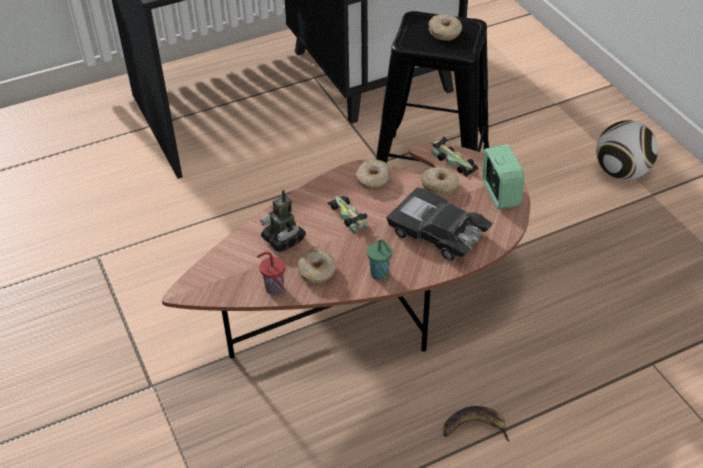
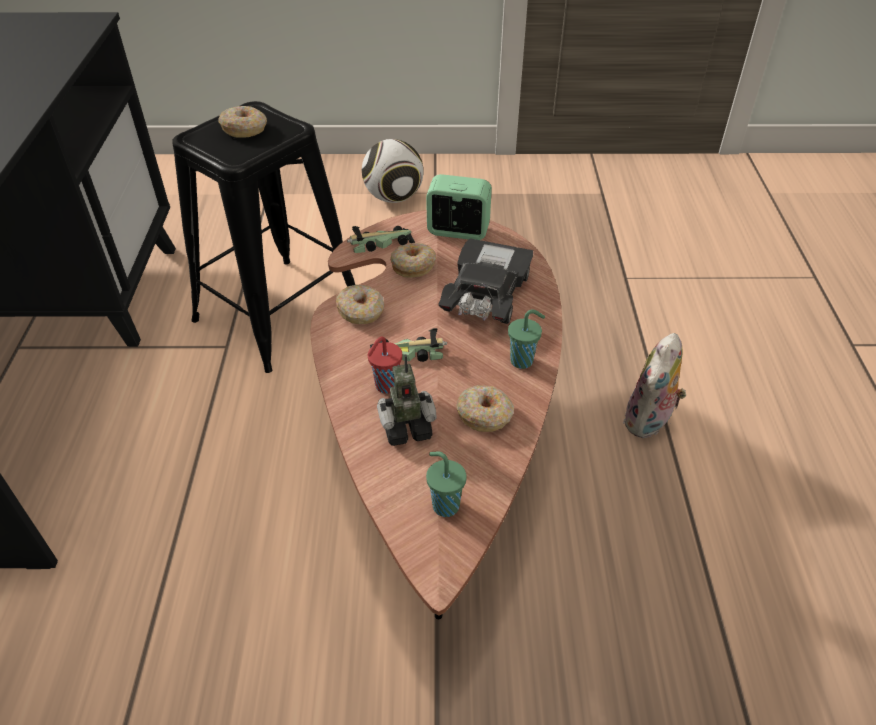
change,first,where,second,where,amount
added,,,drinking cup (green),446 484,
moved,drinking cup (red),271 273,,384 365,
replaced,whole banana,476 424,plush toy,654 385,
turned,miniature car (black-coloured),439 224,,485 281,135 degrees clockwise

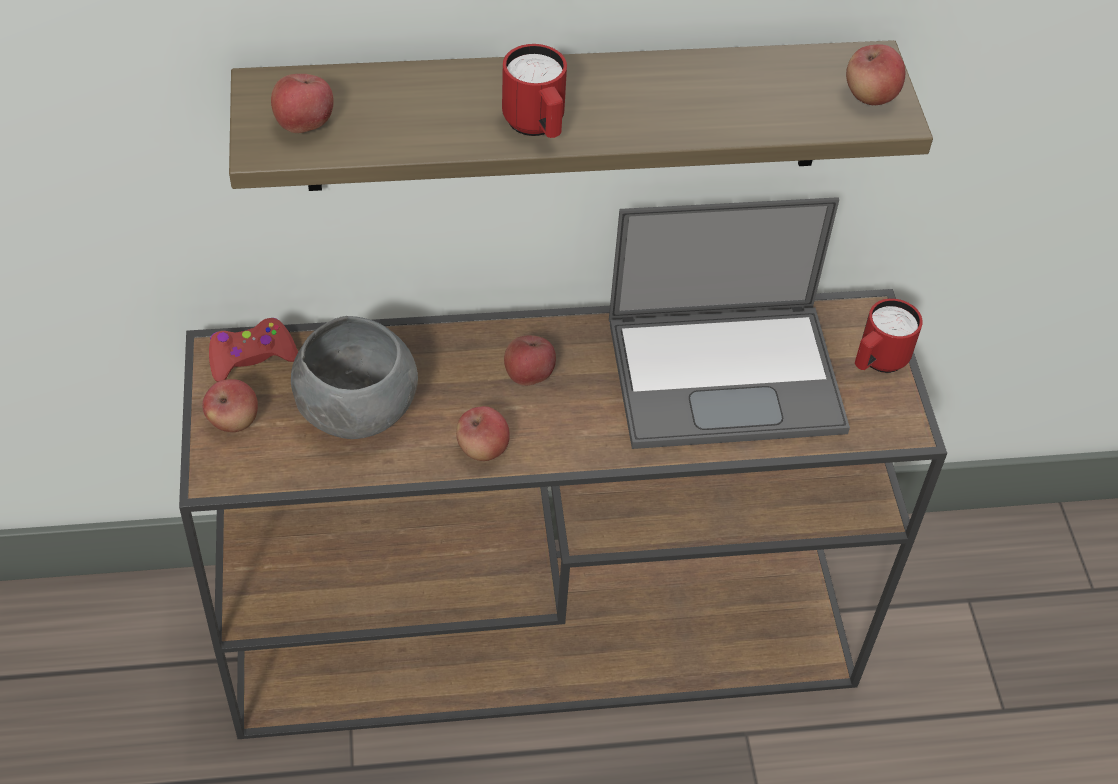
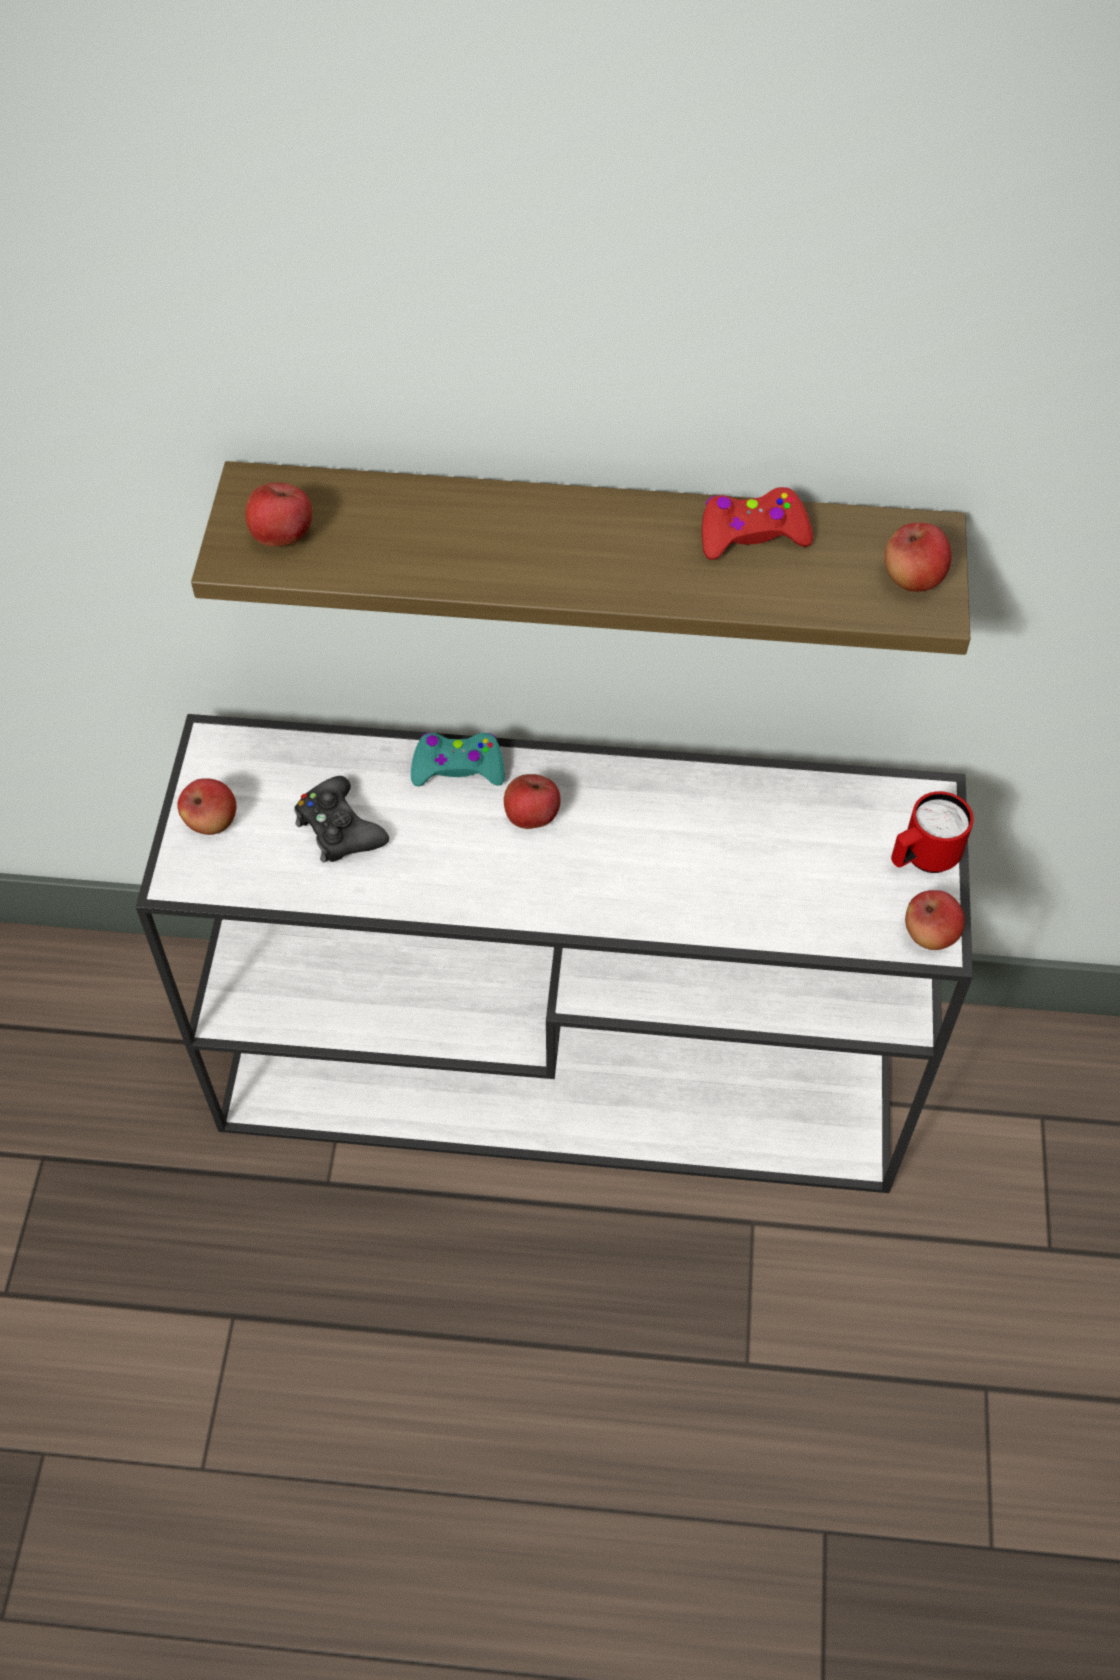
change,first,where,second,where,amount
removed,mug (red),534 91,,,
removed,laptop,729 323,,,
added,,,joypad (turquoise),458 759,
moved,joypad (red),253 350,,757 523,
moved,apple,483 433,,935 920,
replaced,serving bowl (greyish),354 377,joypad (black-coloured),342 819,
recoloured,console table (brownish),563 514,console table (white-coloured),554 953,

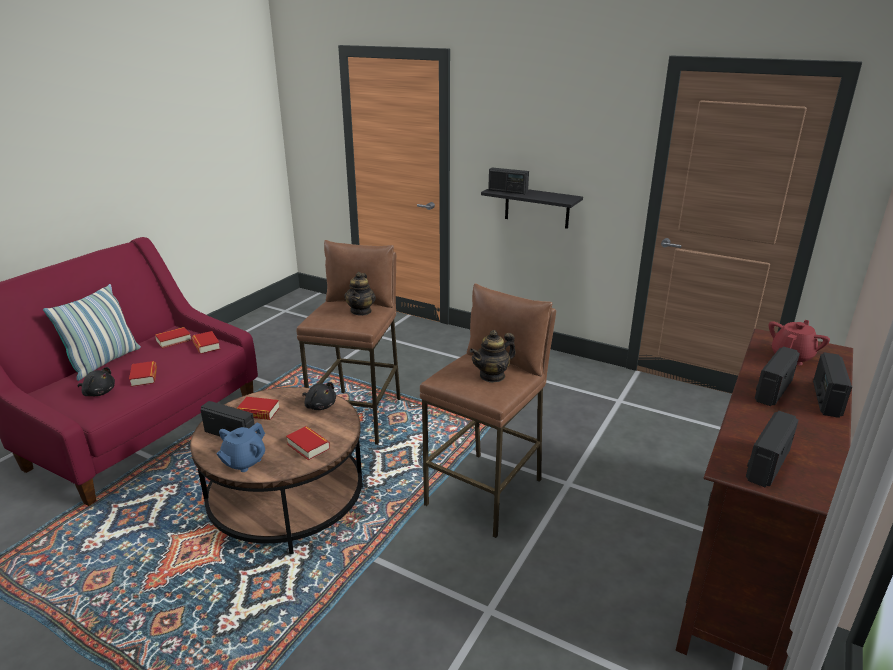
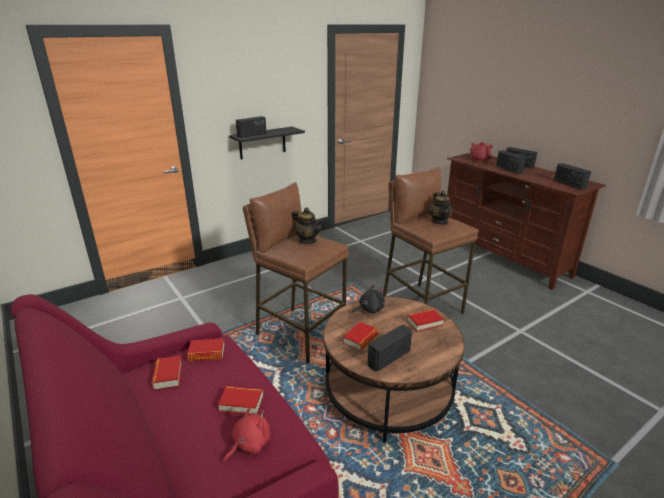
change,first,where,second,where,amount
removed,cushion,92 332,,,
removed,tea pot (blue),240 447,,,
recoloured,plush toy (black-coloured),96 381,plush toy (red),246 434,

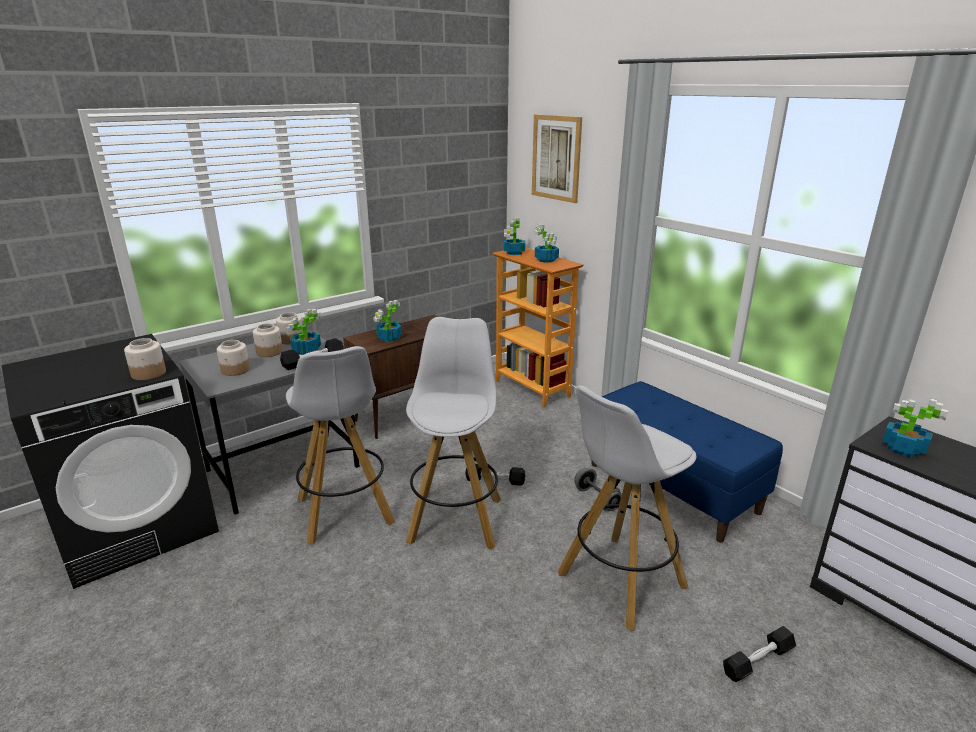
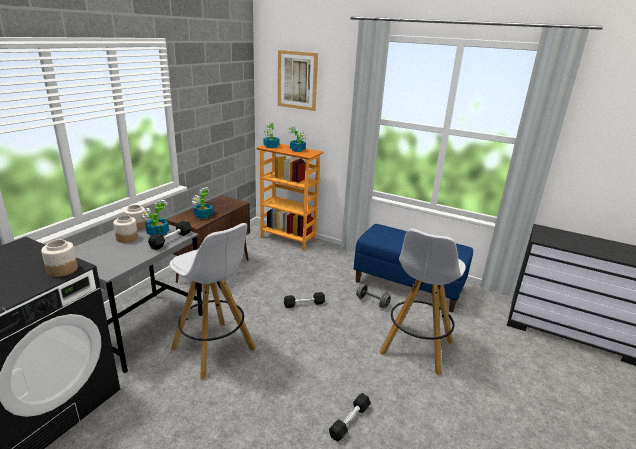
change,first,where,second,where,amount
removed,preserve jar,233 358,,,
removed,sitting stool (white-coloured),453 433,,,
removed,plant in a pot,915 428,,,
moved,hand weight (black-coloured),759 654,,350 417,

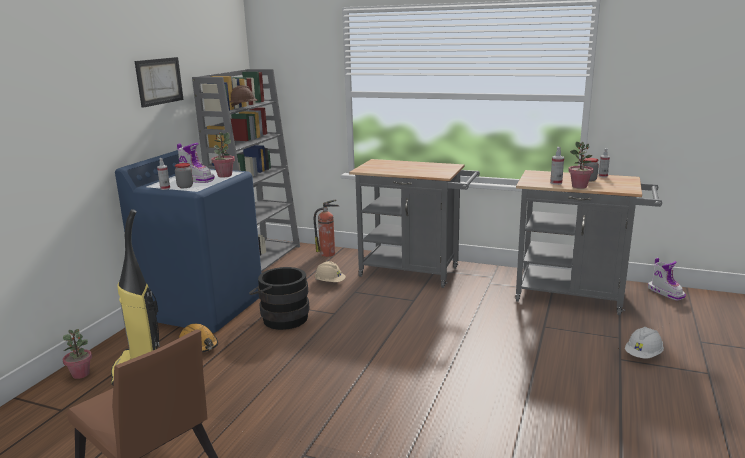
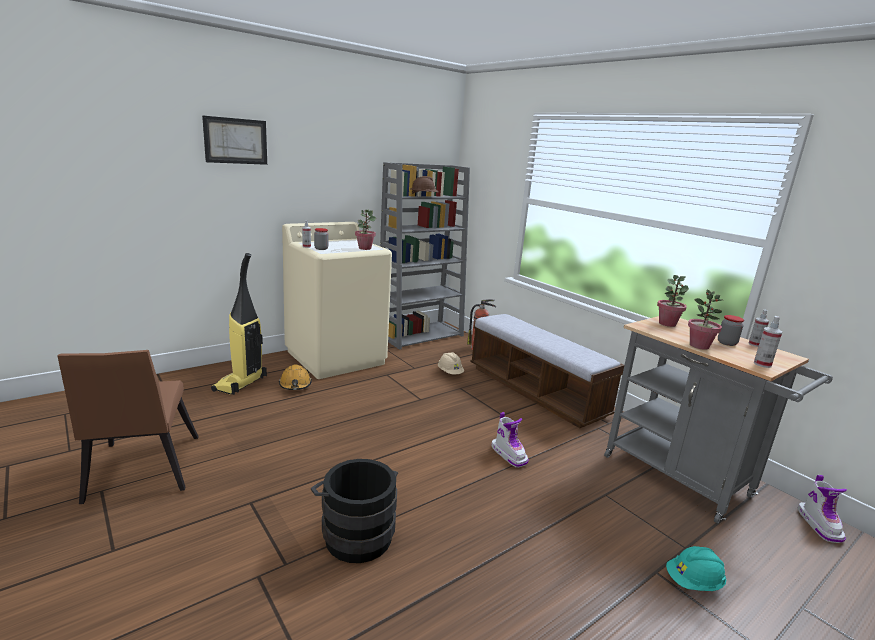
change,first,where,second,where,amount
moved,plant in a pot,77 354,,673 301,
moved,wall picture,159 82,,234 140,
moved,boot,196 163,,510 439,
moved,pail (black-coloured),279 298,,354 511,
moved,hand sprayer,557 166,,768 342,
replaced,cart (greyish),414 223,indoor bench,547 371,
recoloured,laundry machine (blue),188 241,laundry machine (sand-coloured),337 300,
recoloured,hard hat (white-coloured),644 343,hard hat (turquoise),696 568,

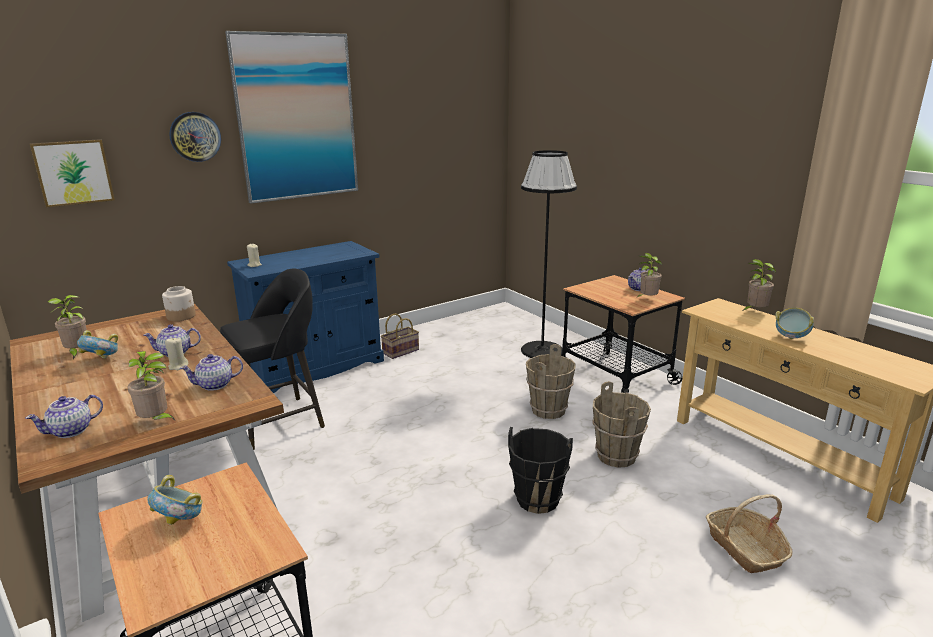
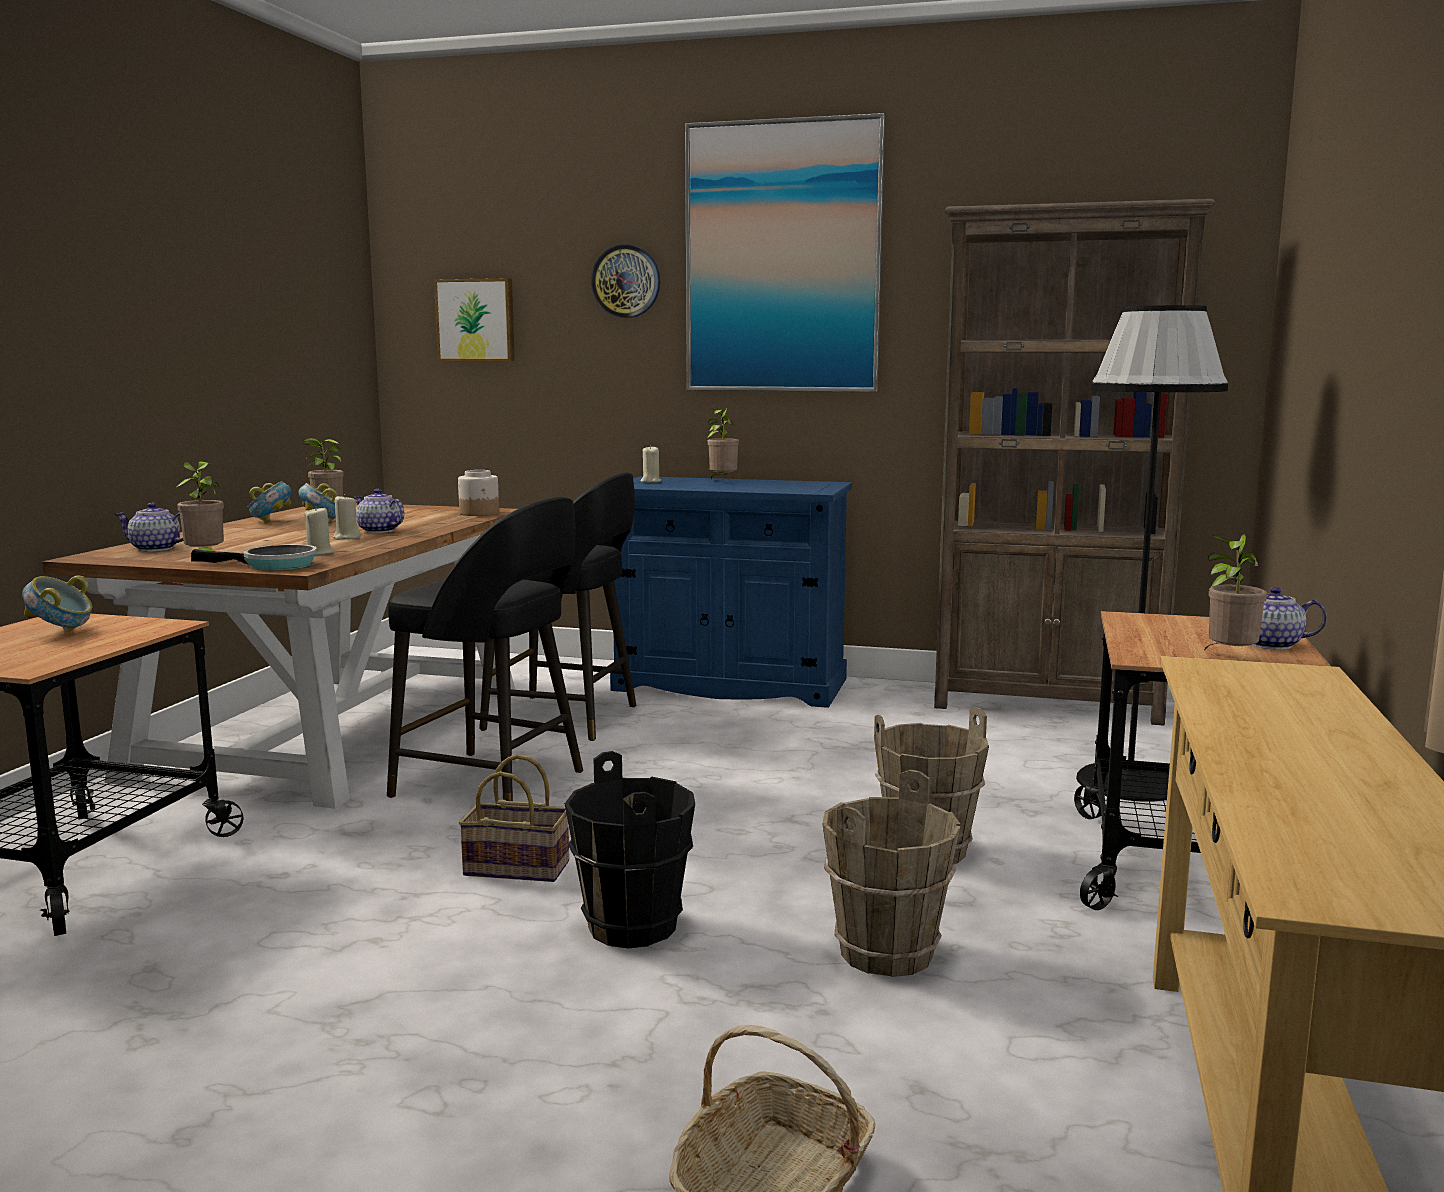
change,first,where,second,where,amount
added,,,frying pan,254 557,
added,,,sitting stool (black-coloured),485 649,
added,,,bookshelf (brownish),1074 462,
moved,basket,400 336,,514 818,
moved,plant in a pot,760 284,,723 444,
moved,serving bowl,794 323,,269 501,
replaced,tea pot,211 372,wax light (sand-coloured),319 530,

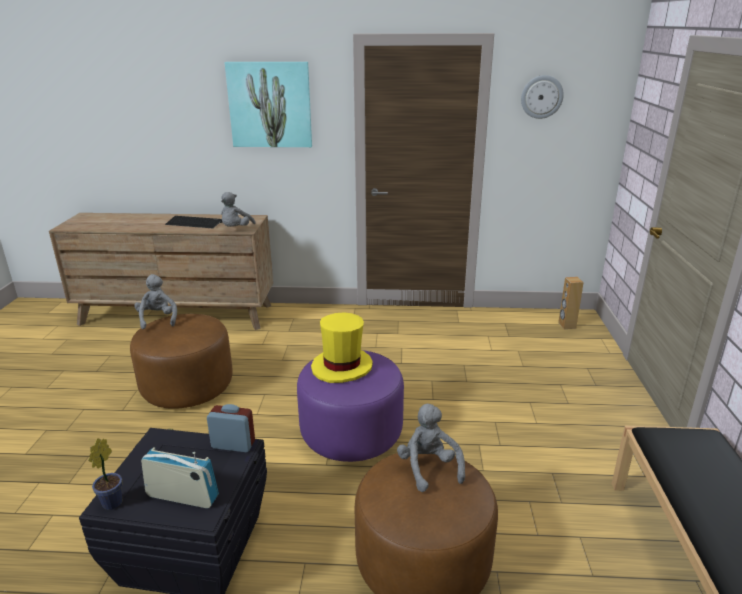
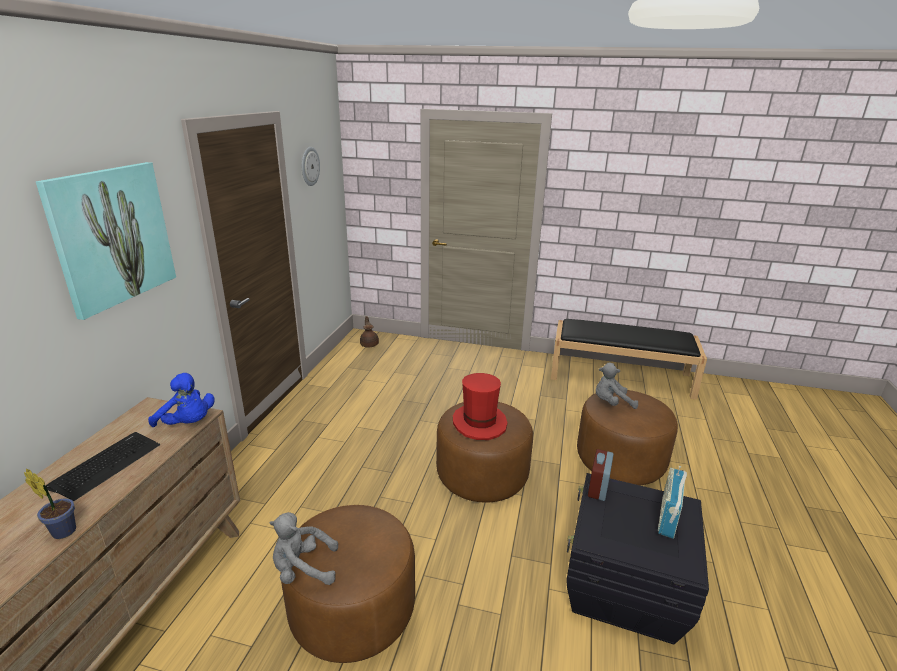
change,first,where,second,where,amount
moved,plant in a pot,105 474,,50 504,
replaced,speaker (brownish),571 303,tea pot (brownish),369 331,
recoloured,plush toy (greyish),238 209,plush toy (blue),181 400,
recoloured,ottoman (purple-coloured),350 406,ottoman (brownish),484 452,
recoloured,clothing hat (yellowish),342 347,clothing hat (red),480 406,

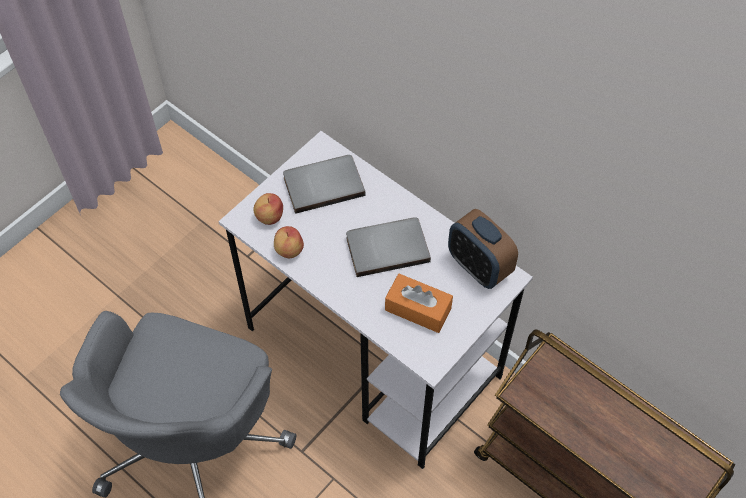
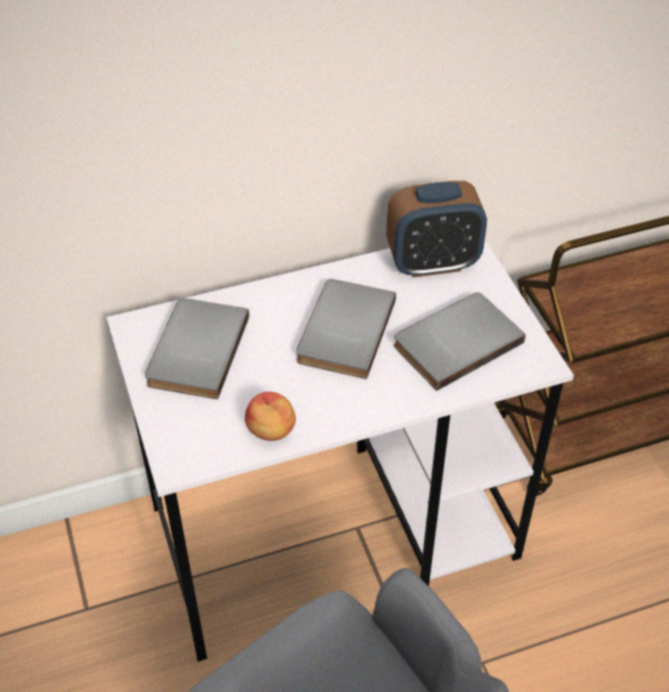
change,first,where,second,where,amount
removed,apple,268 209,,,
replaced,box of tissues (orange),419 303,volume (greyish),460 341,

